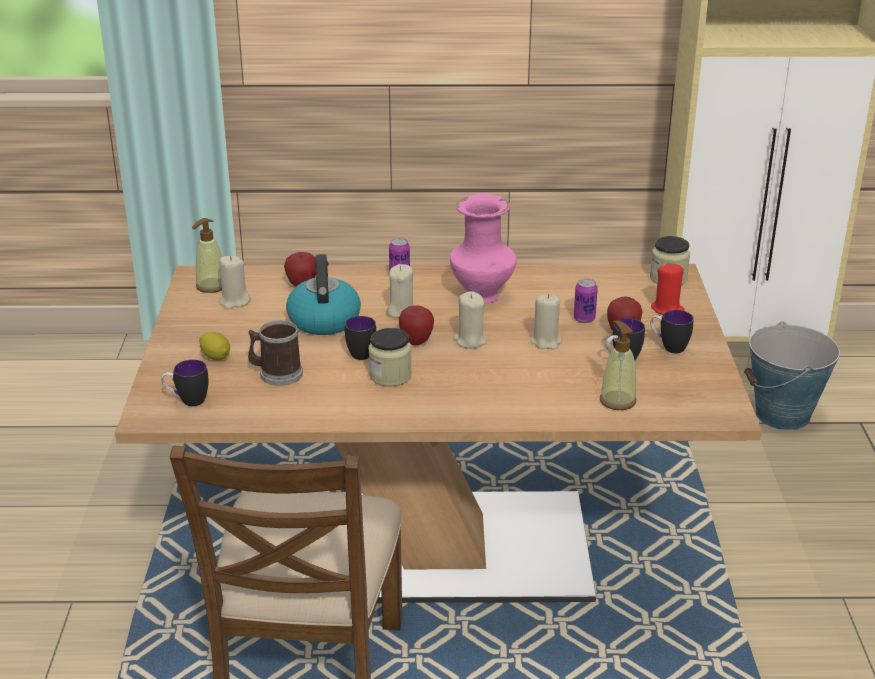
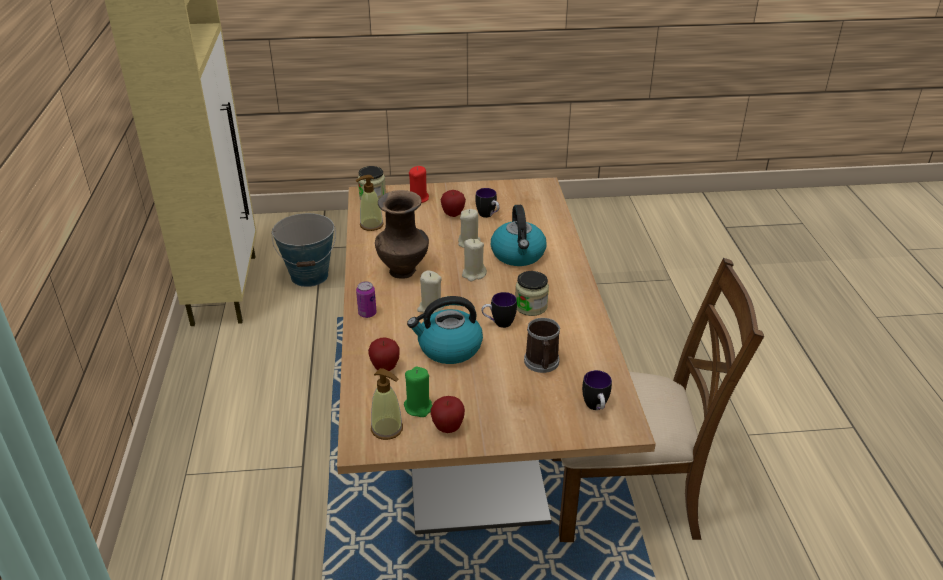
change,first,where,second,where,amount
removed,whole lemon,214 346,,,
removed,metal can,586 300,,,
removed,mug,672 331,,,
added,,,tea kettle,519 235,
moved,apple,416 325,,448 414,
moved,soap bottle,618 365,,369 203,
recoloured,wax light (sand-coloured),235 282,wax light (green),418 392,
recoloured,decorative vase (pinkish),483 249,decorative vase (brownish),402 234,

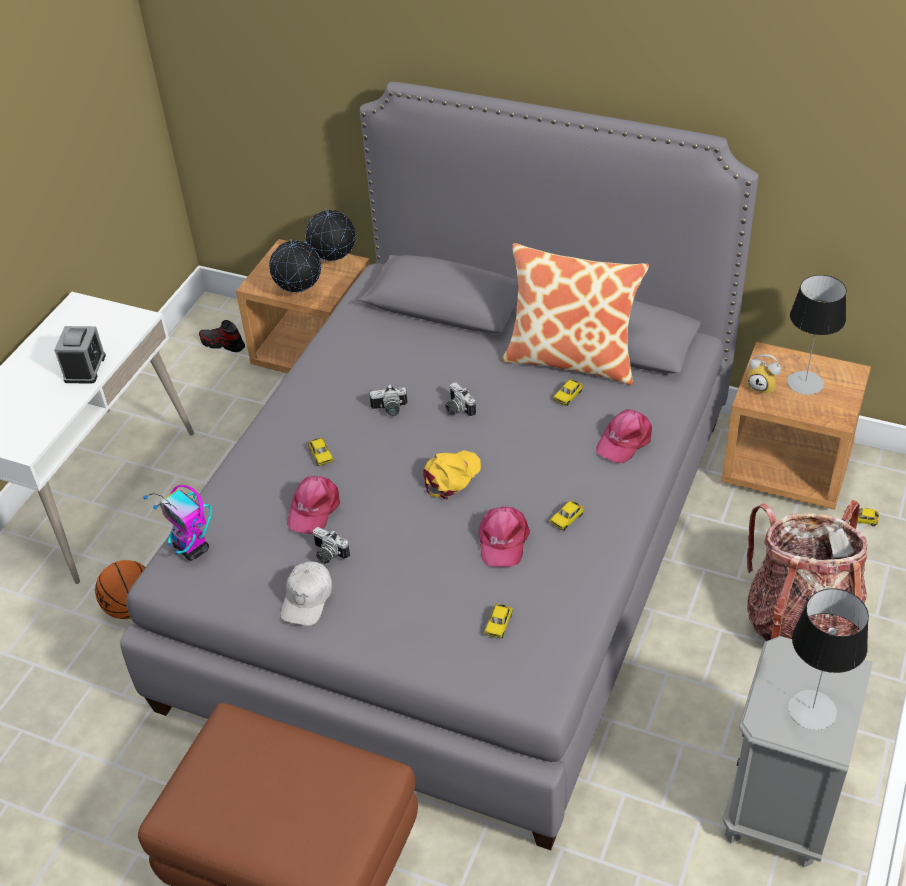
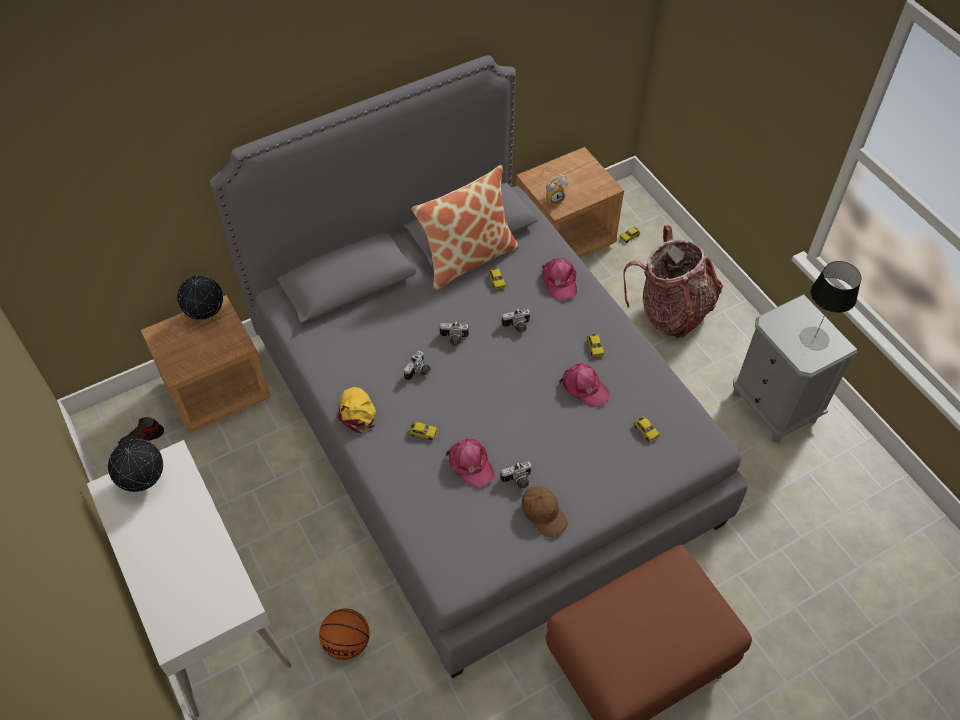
change,first,where,second,where,amount
removed,bedside clock,80 355,,,
removed,toy robot,177 523,,,
removed,table lamp,816 335,,,
added,,,still camera,516 320,
moved,world globe,295 266,,135 465,
moved,cap (yellowish),452 474,,357 410,
recoloured,cap (white-coloured),306 593,cap (brownish),545 511,

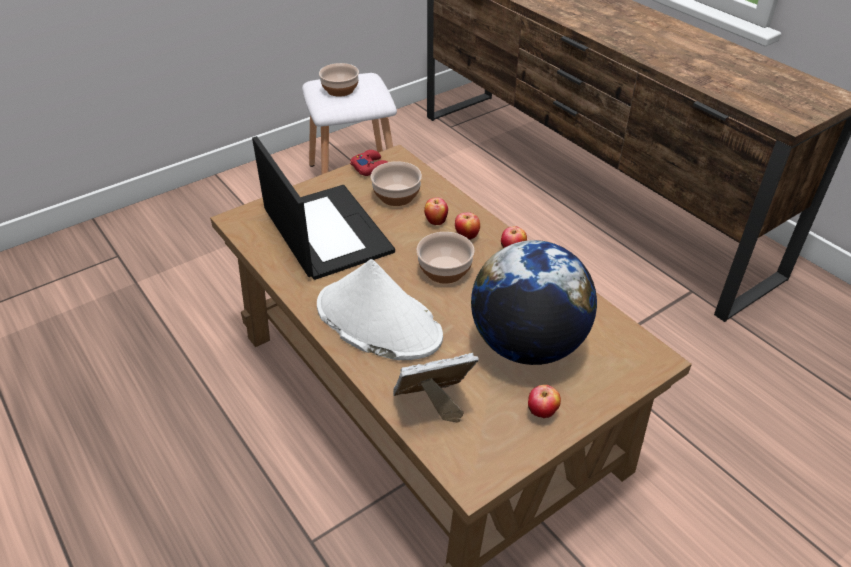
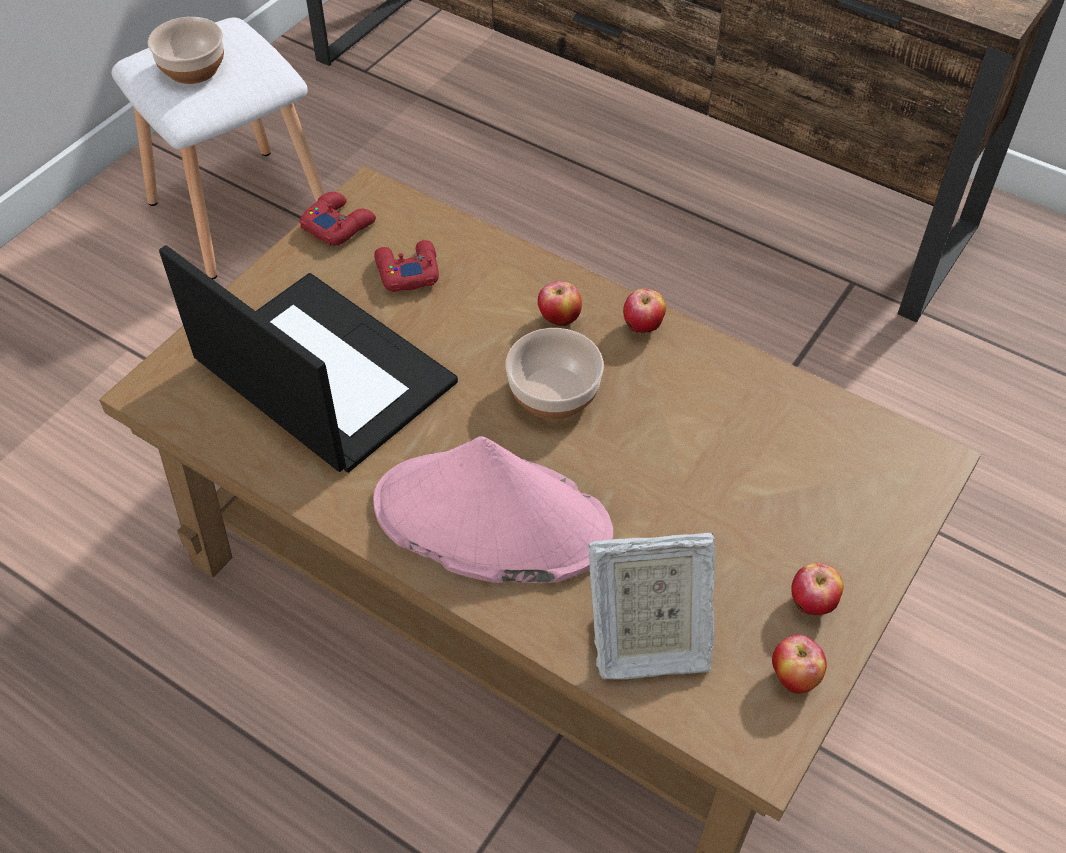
change,first,where,second,where,amount
removed,world globe,534 302,,,
moved,apple,436 211,,799 664,
replaced,serving bowl,396 183,joypad (red),406 266,
recoloured,clothing hat (white-coloured),380 309,clothing hat (pinkish),493 509,
turned,picture frame,436 388,,651 606,150 degrees counterclockwise

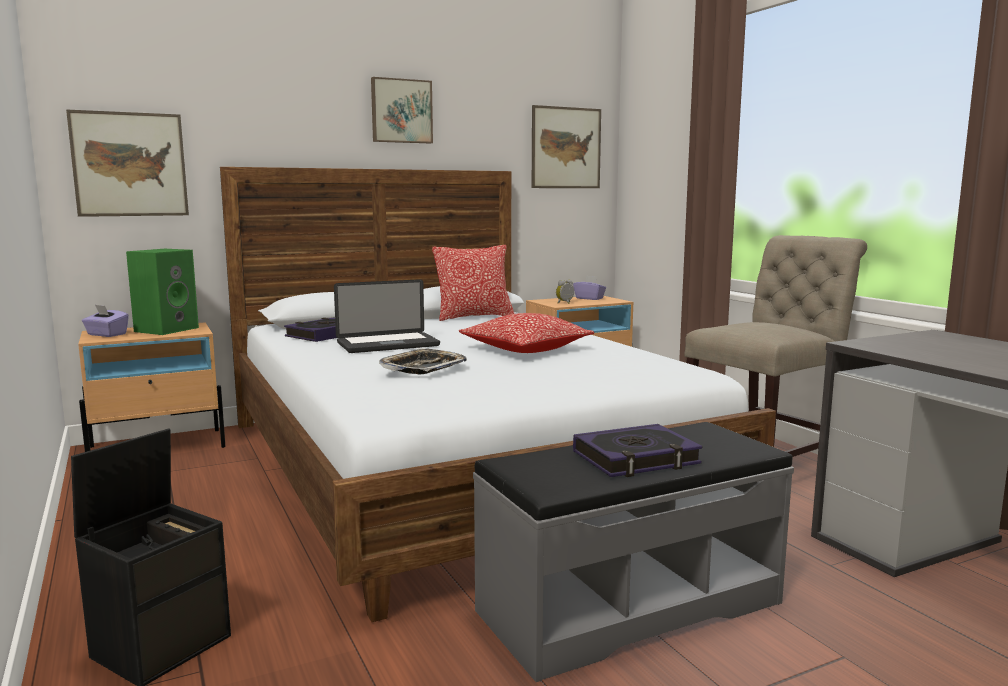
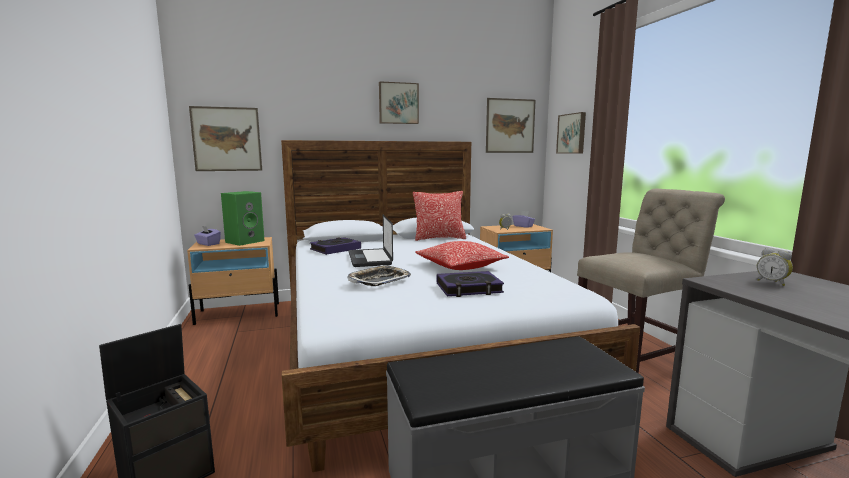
change,first,where,second,where,amount
added,,,wall picture,571 132,
added,,,bedside clock,775 267,
moved,volume,637 450,,470 284,
turned,laptop,387 316,,371 241,90 degrees clockwise

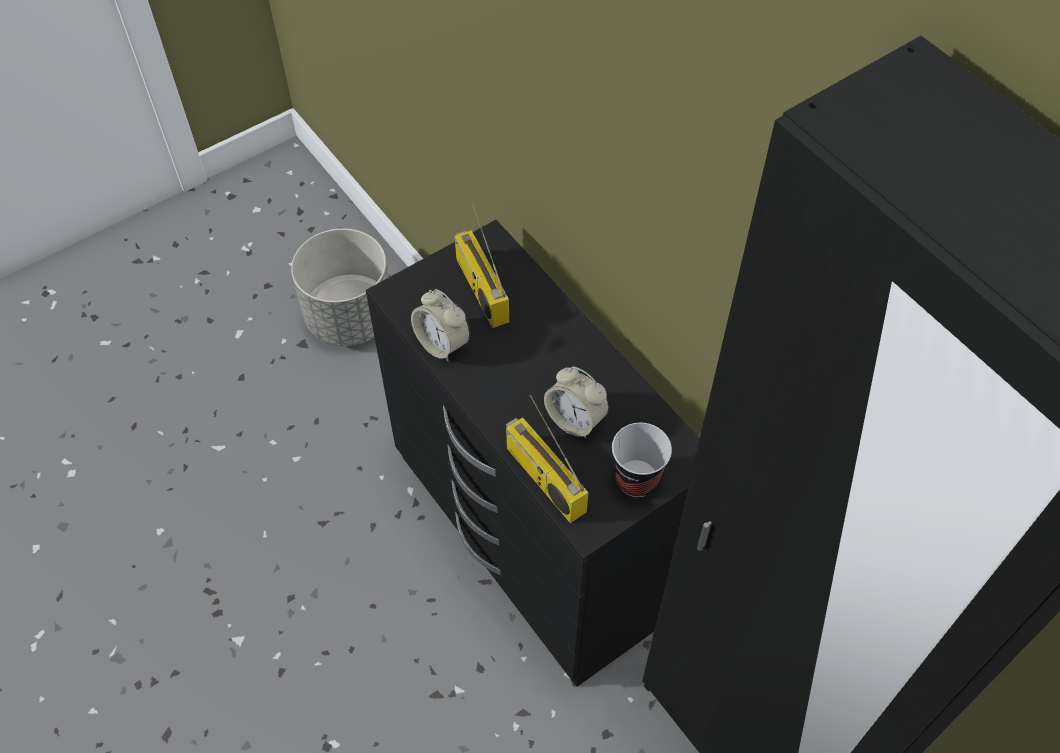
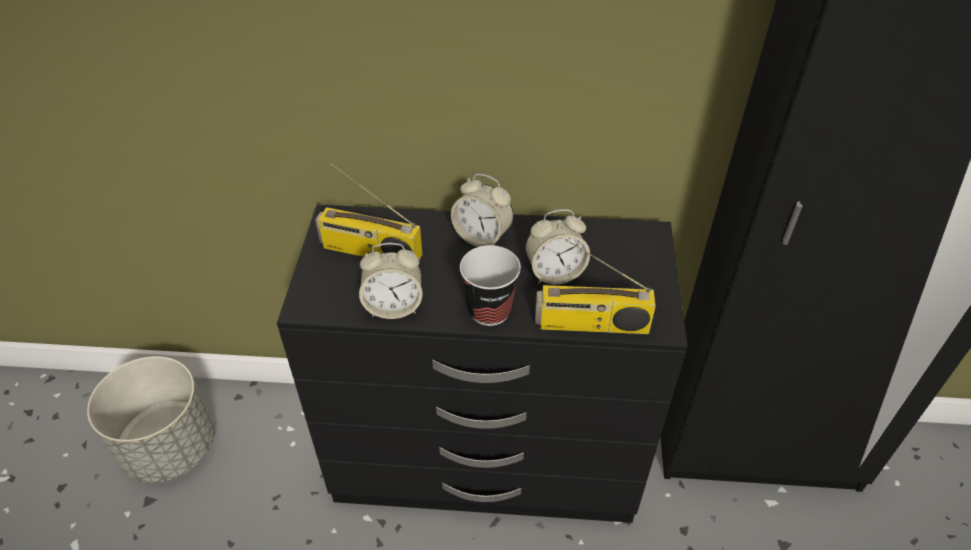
change,first,where,second,where,amount
added,,,bedside clock,482 210,
moved,drinking cup,642 460,,490 285,

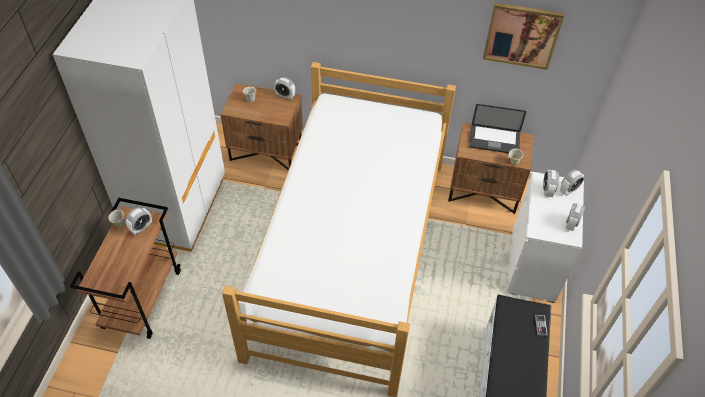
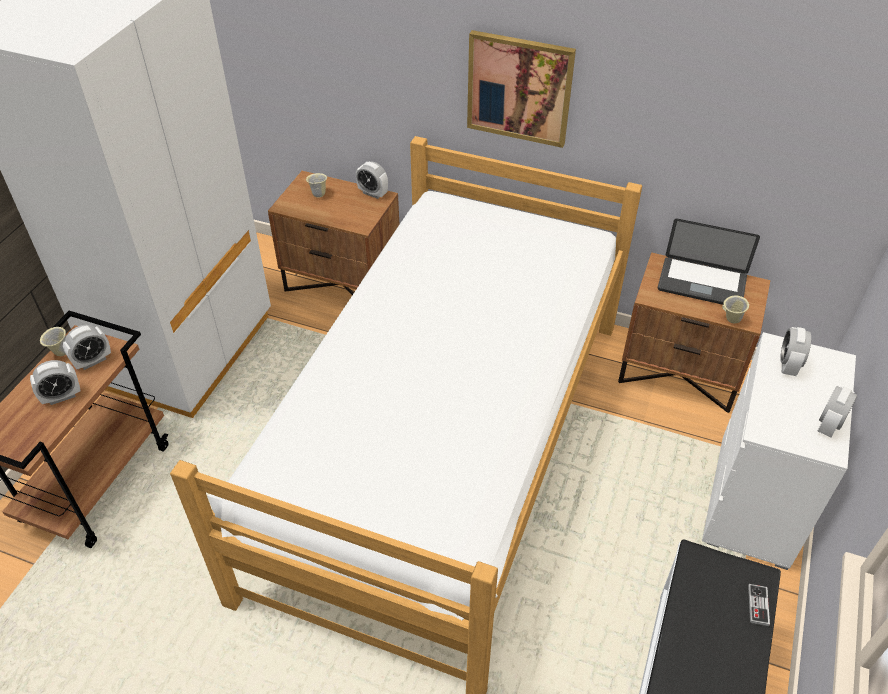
change,first,where,second,where,amount
moved,wall picture,523 36,,521 89,
moved,bedside clock,572 182,,55 382,

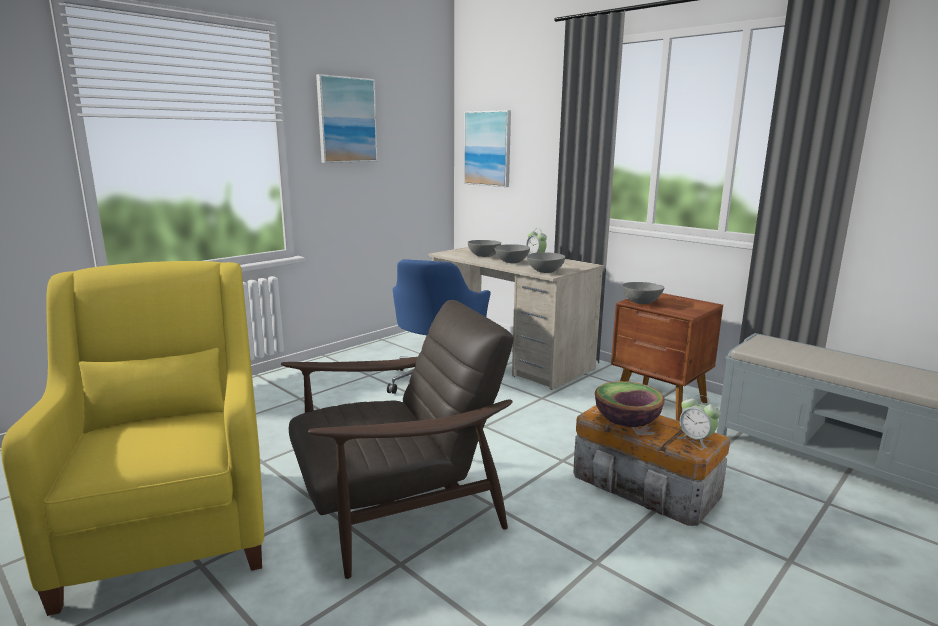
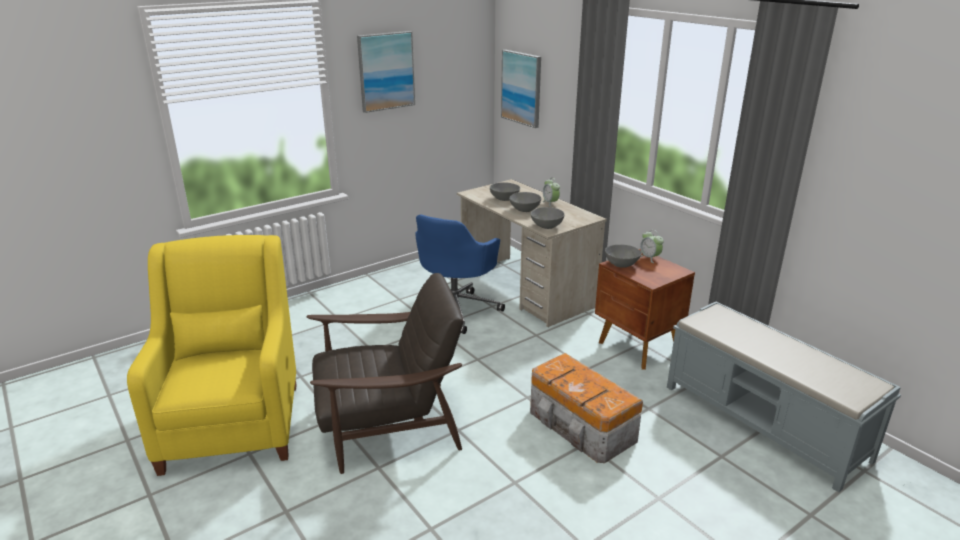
change,first,where,second,where,amount
removed,serving bowl,630 404,,,
moved,bedside clock,699 422,,652 246,

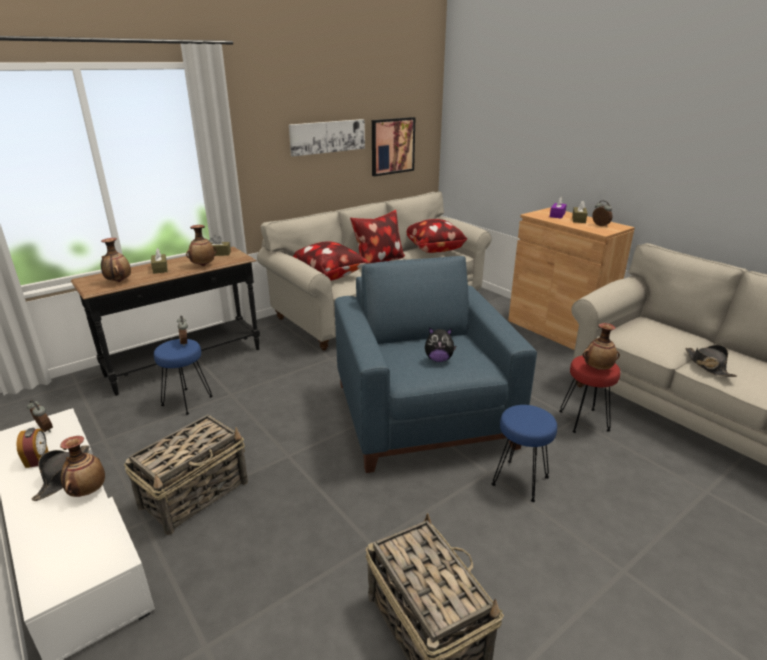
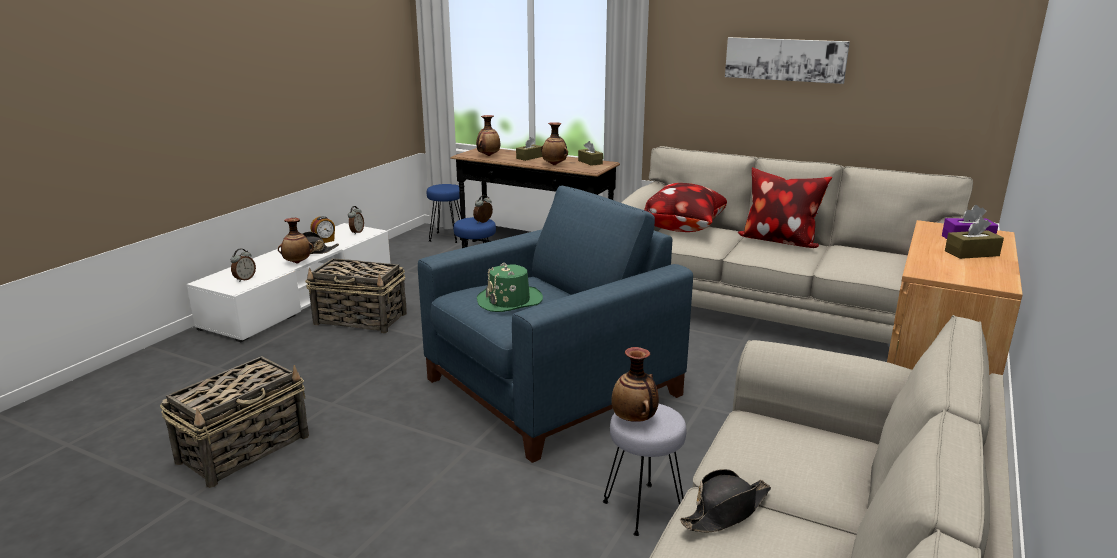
change,first,where,second,where,amount
removed,wall picture,393 146,,,
removed,cushion,437 236,,,
moved,sitting stool (blue),524 453,,444 213,
moved,bedside clock,602 213,,243 265,
replaced,plush toy,440 344,clothing hat (green),510 287,
recoloured,sitting stool (red),589 394,sitting stool (greyish),644 470,

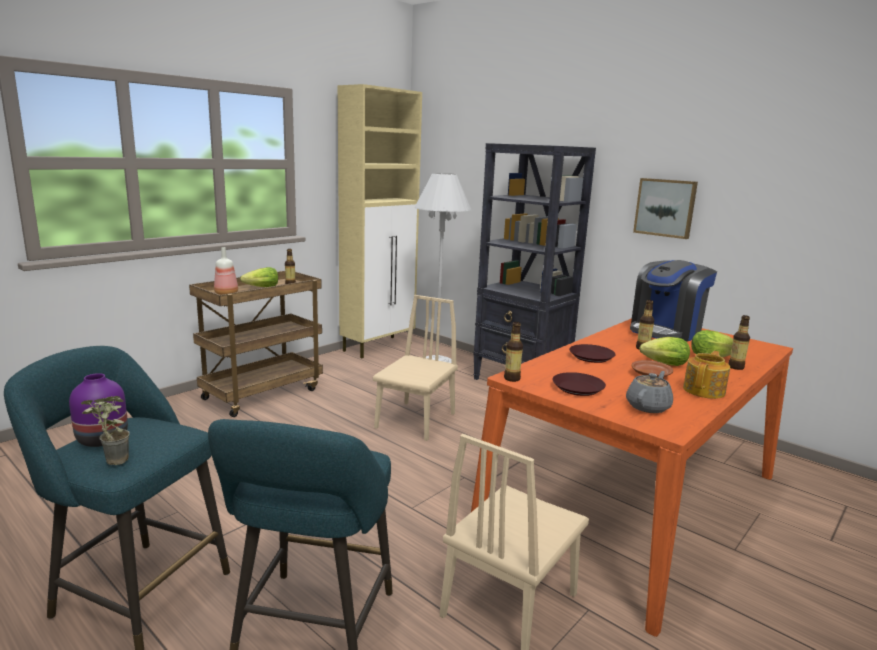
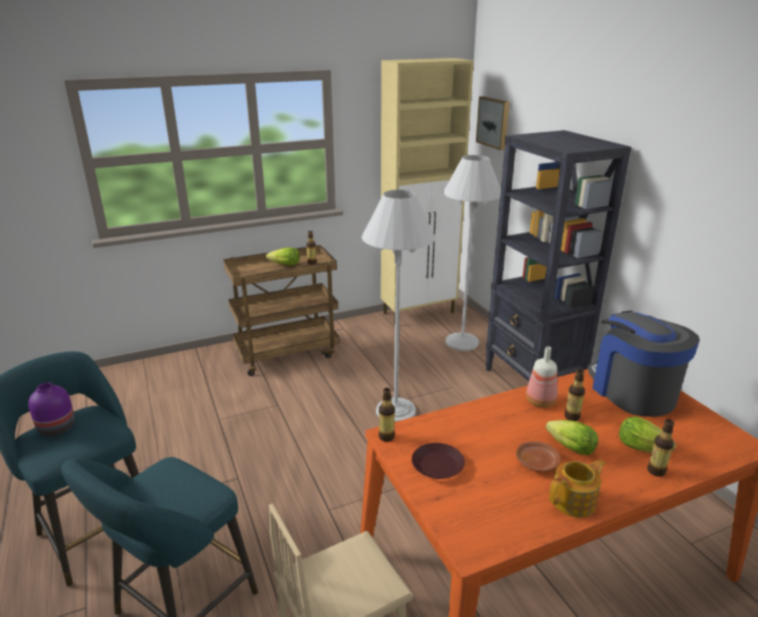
change,first,where,second,where,amount
removed,plant in a pot,105 430,,,
removed,plate (brownish),592 353,,,
removed,tea pot (greyish),649 392,,,
moved,bottle,226 271,,542 376,
moved,wall picture,665 208,,493 123,
replaced,chair (sand-coloured),415 368,standard lamp (white-coloured),399 306,
turned,coffee machine,673 301,,644 364,90 degrees clockwise

